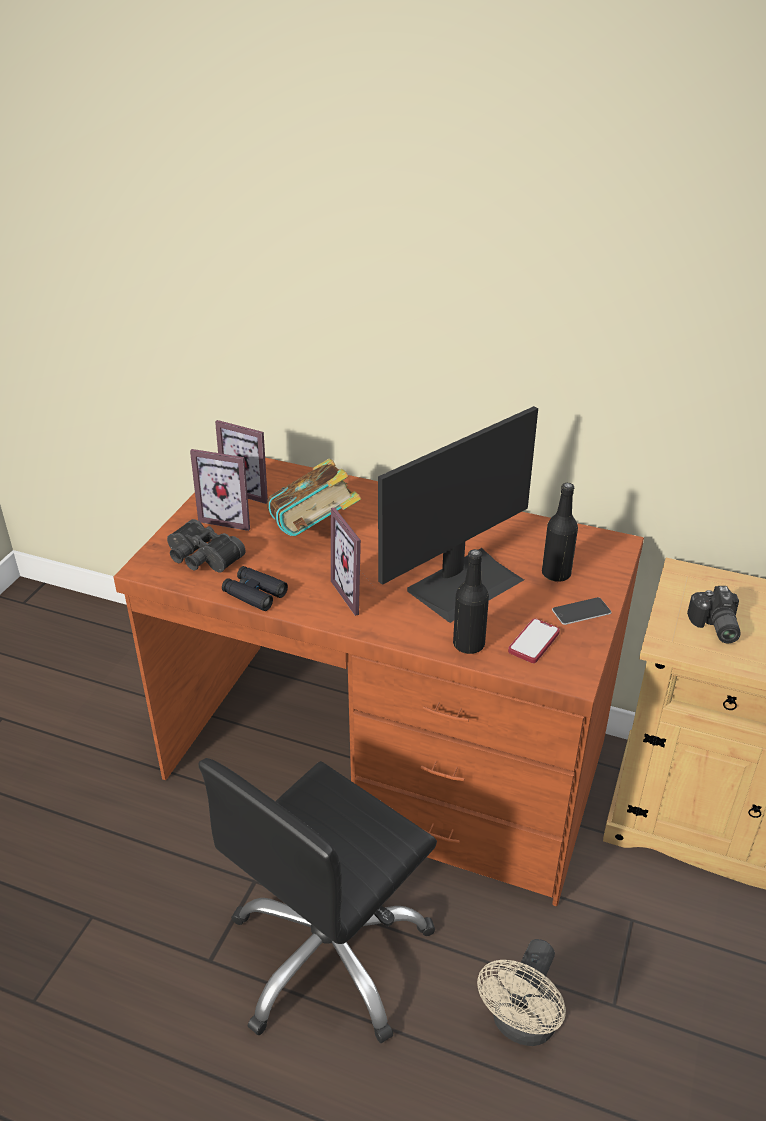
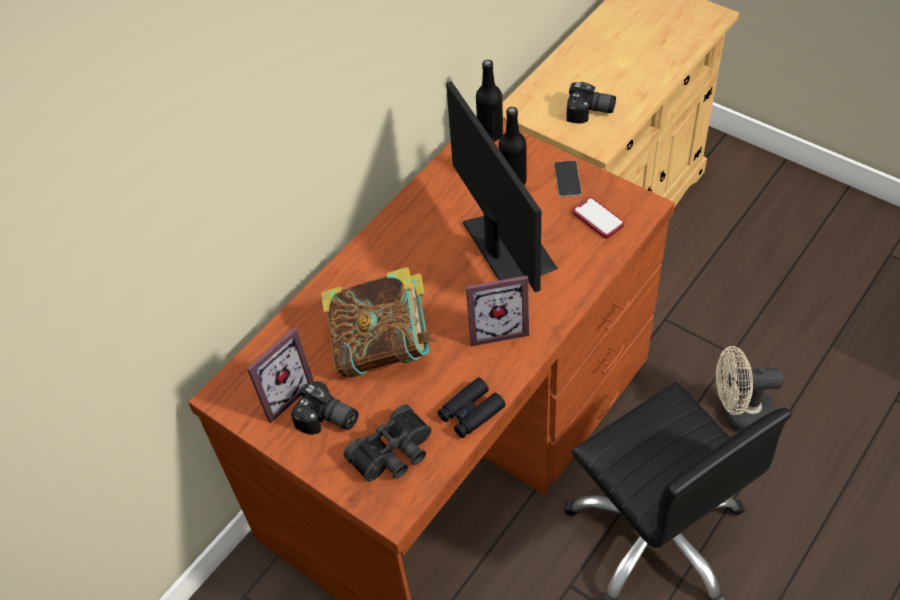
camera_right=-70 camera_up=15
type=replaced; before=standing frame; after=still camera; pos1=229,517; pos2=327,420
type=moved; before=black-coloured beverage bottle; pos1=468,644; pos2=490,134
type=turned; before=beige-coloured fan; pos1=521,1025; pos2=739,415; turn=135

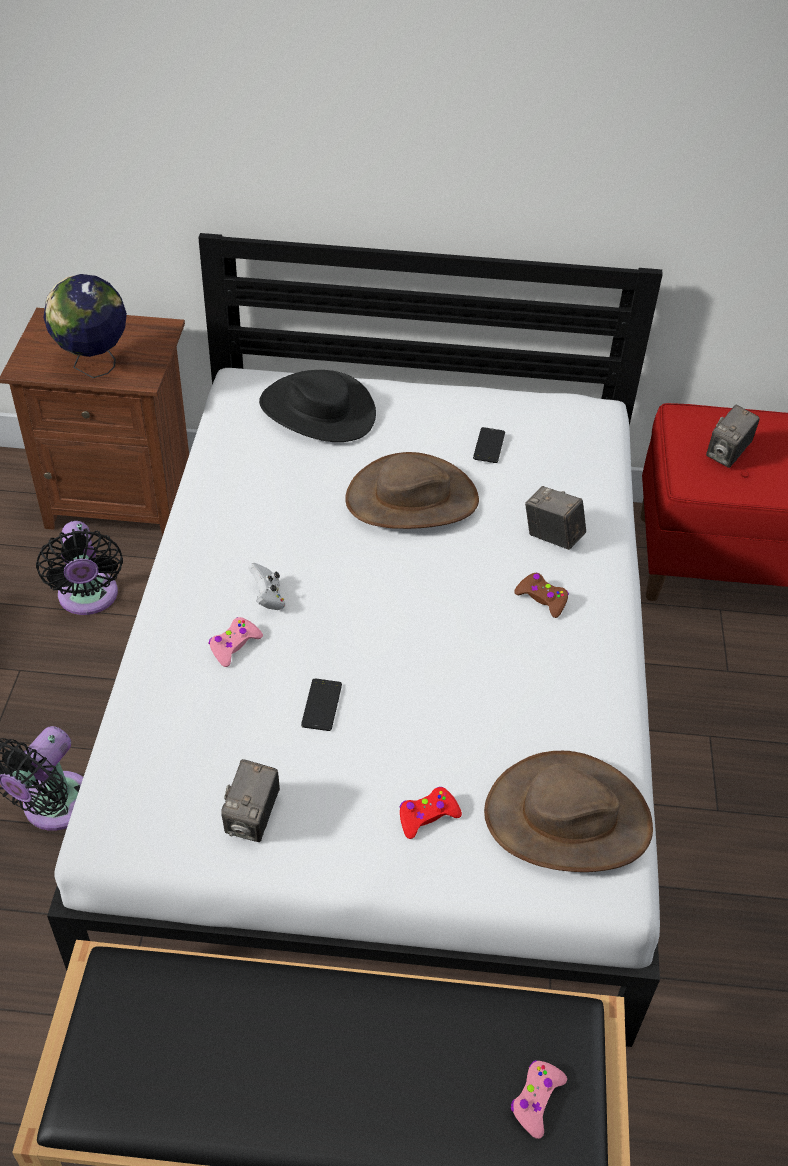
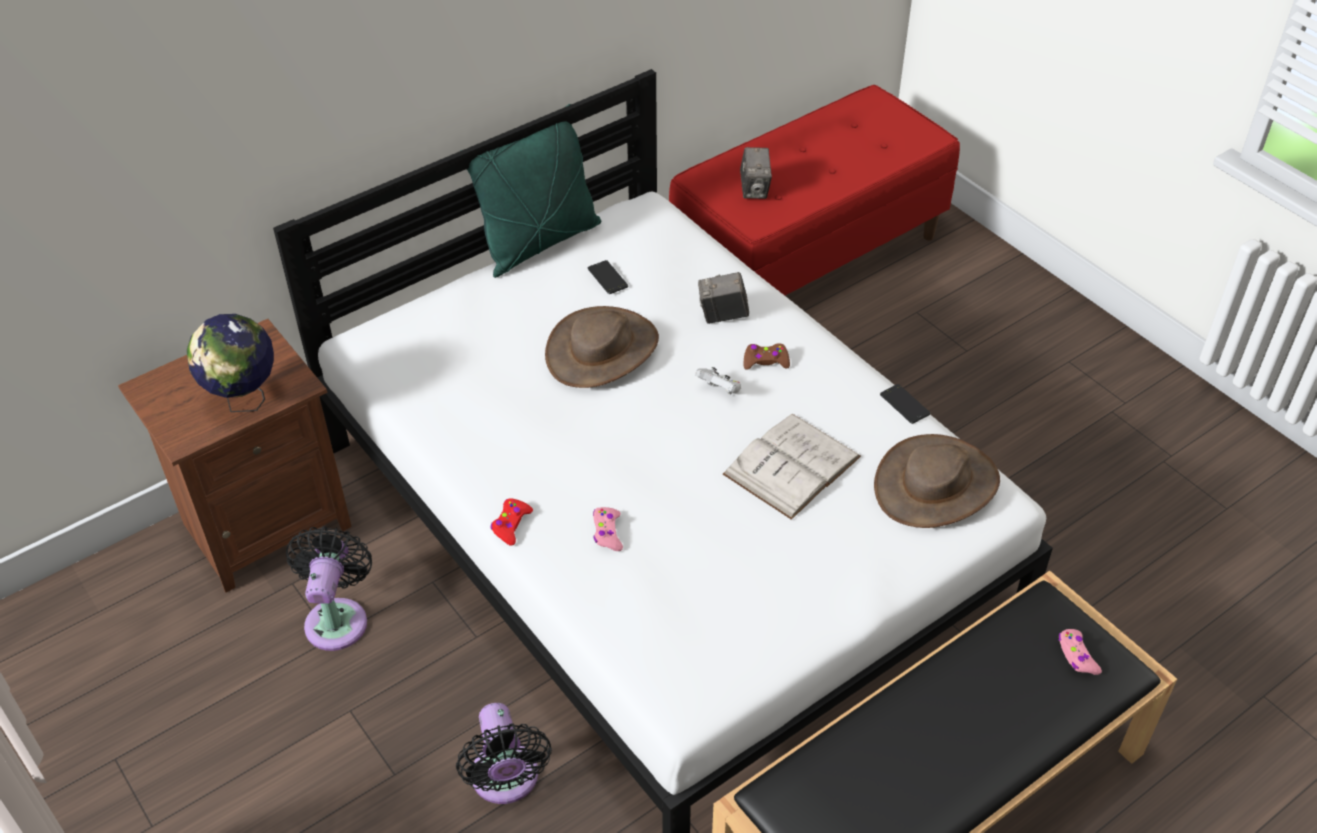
camera_right=-40 camera_up=0
type=removed; before=black-coloured clothing hat; pos1=317,410
type=turned; before=black-coloured fan; pos1=88,598; pos2=337,618; turn=-120
type=moved; before=white gamepad; pos1=268,598; pos2=719,390
type=moved; before=handset; pos1=321,705; pos2=904,404
type=removed; before=still camera; pos1=253,819
type=moved; before=reddish gamepad; pos1=427,816; pos2=511,525
type=added; after=greenish cushion; pos2=539,243
type=added; after=white bound book; pos2=792,465

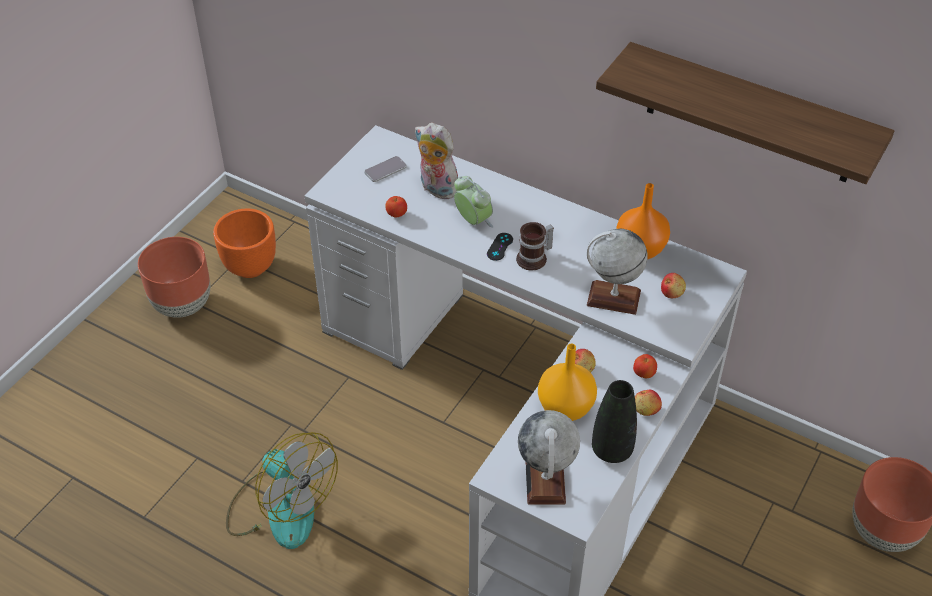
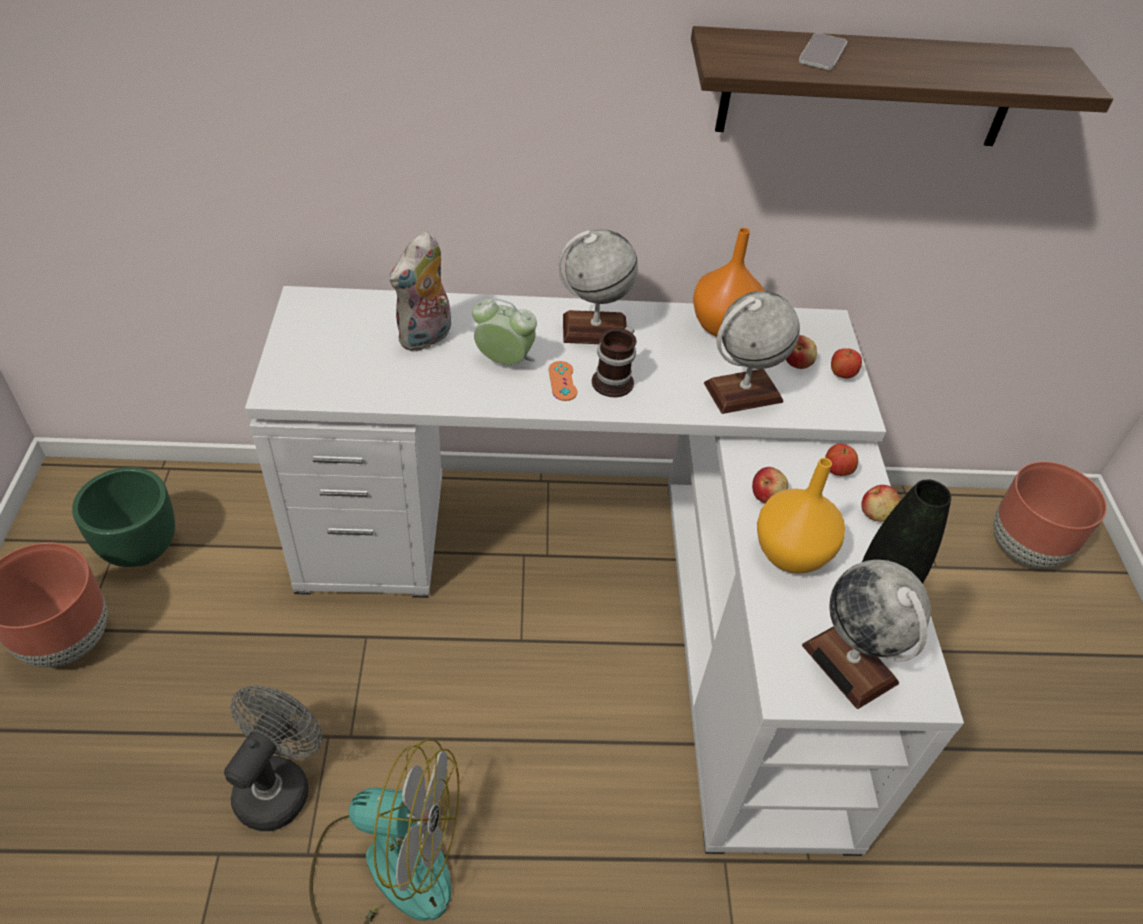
camera_right=-35 camera_up=0
type=turned; before=soft toy; pos1=436,189; pos2=426,338; turn=-60
type=moved; before=handset; pos1=385,169; pos2=822,53
type=moved; before=whole apple; pos1=396,214; pos2=841,374
type=recoloured; before=orange-coloured plant pot; after=greenish plant pot; pos1=250,267; pos2=141,548
type=recoloured; before=black-coloured gamepad; after=orange-coloured gamepad; pos1=500,247; pos2=562,381
type=added; after=desk globe; pos2=594,330
type=added; after=greyish fan; pos2=278,784

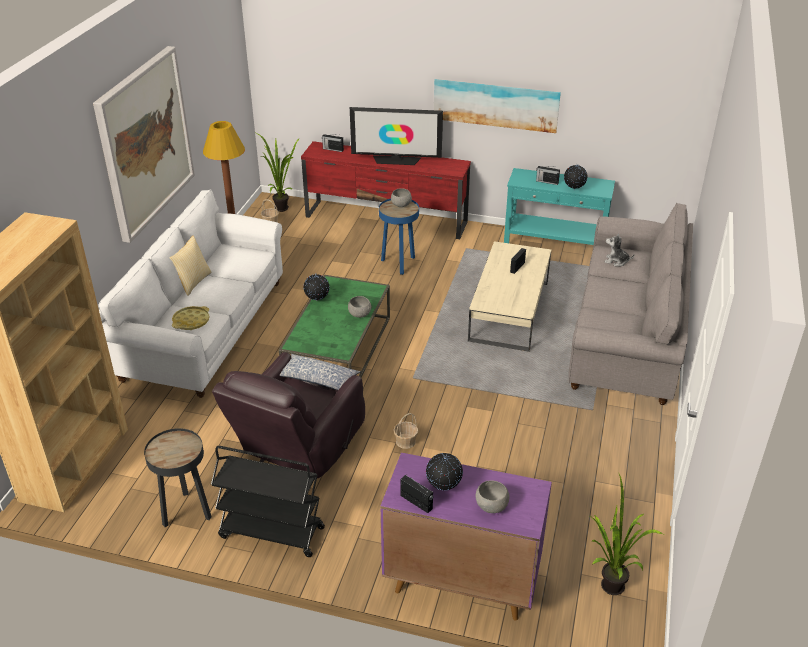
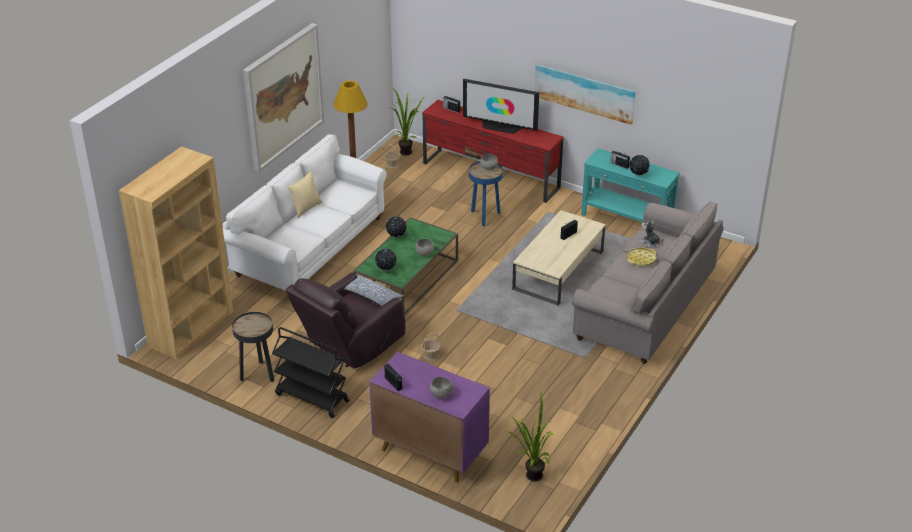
camera_right=15 camera_up=0
type=moved; before=yellow serving tray; pos1=191,321; pos2=641,259
type=moved; before=desk globe; pos1=443,488; pos2=386,270

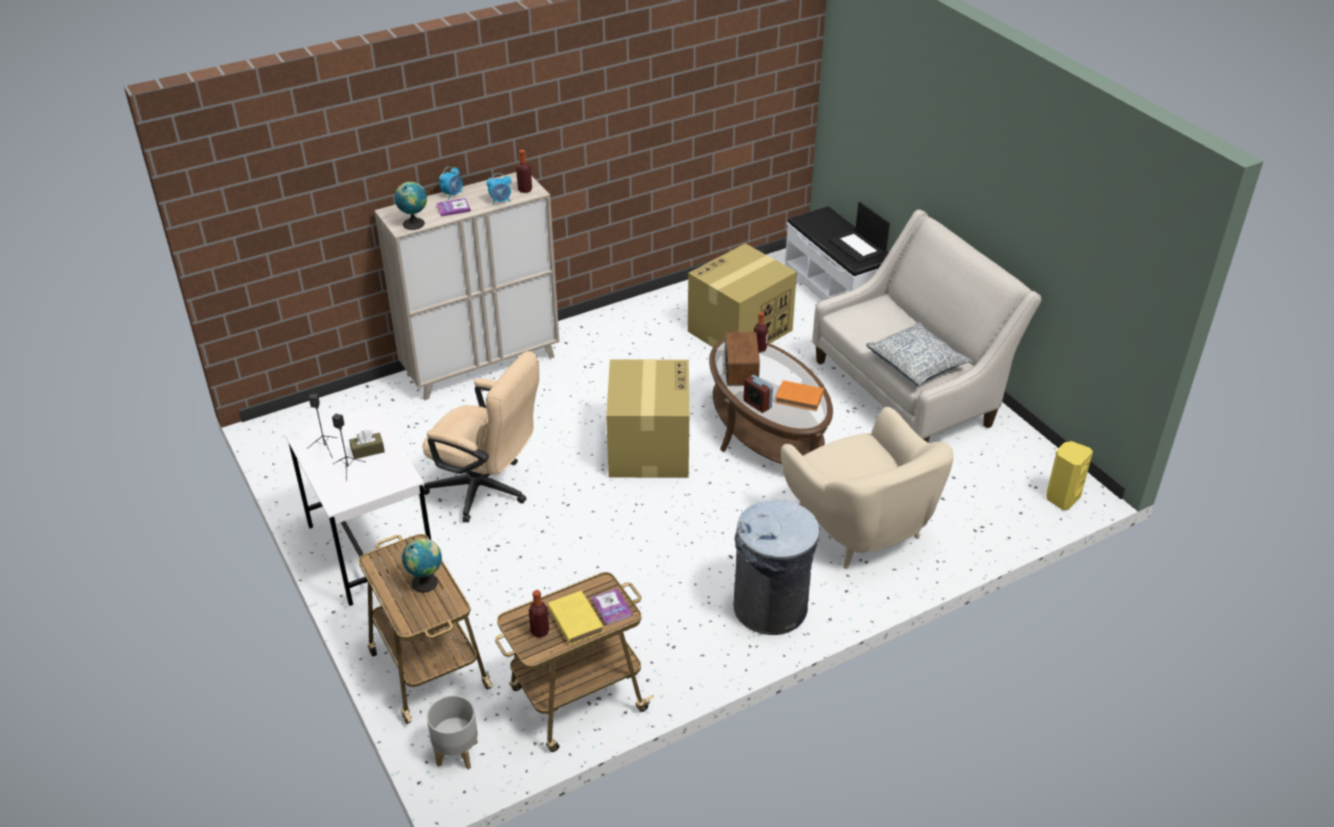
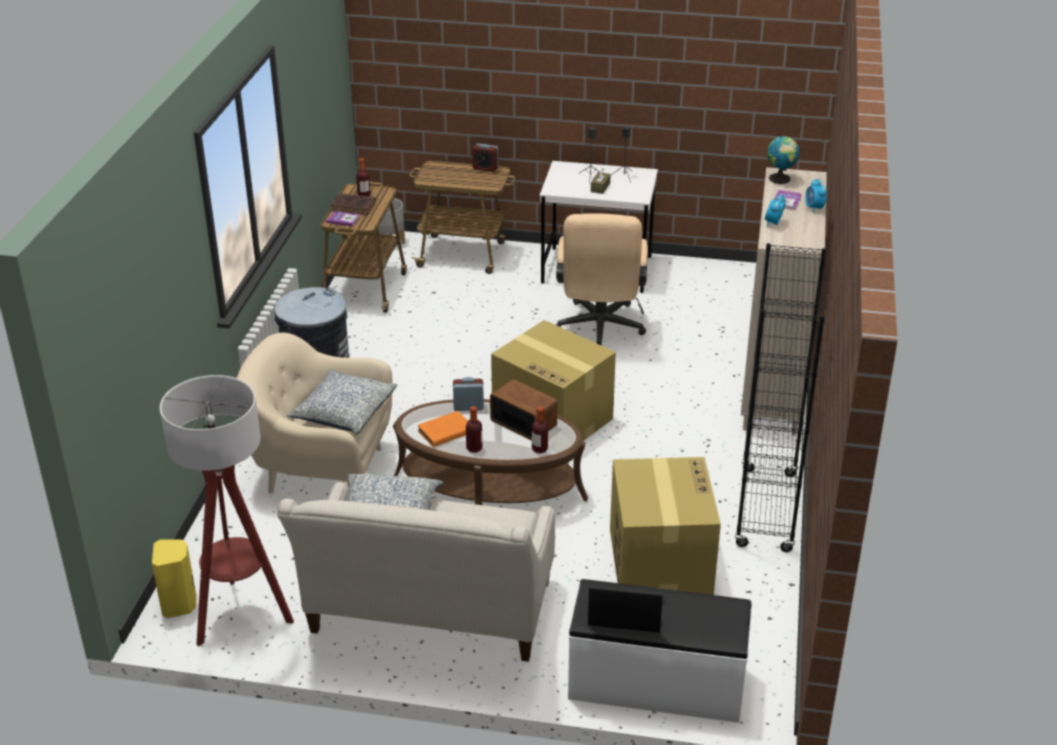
camera_right=130 camera_up=-5
type=moved; before=beverage bottle; pos1=525,190; pos2=474,448
type=turned; before=beige-coloured desk chair; pos1=486,490; pos2=599,330; turn=-60
type=removed; before=desk globe; pos1=426,582
type=recoloured; before=yellow bound book; after=brownish bound book; pos1=575,619; pos2=354,206
type=added; after=bedside clock; pos2=485,168
type=added; after=black-coloured bookcase; pos2=766,510
type=added; after=cushion; pos2=344,412
type=added; after=standing lamp; pos2=241,615

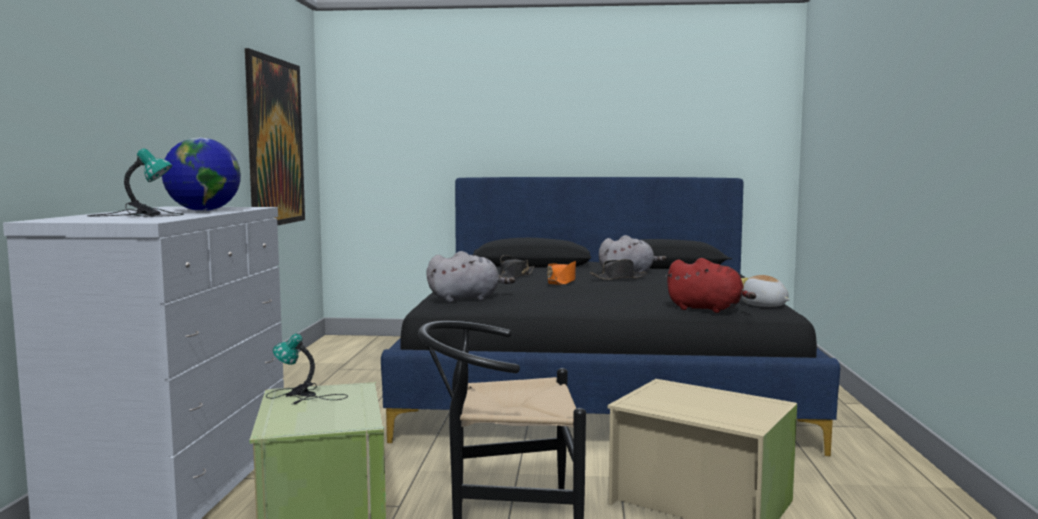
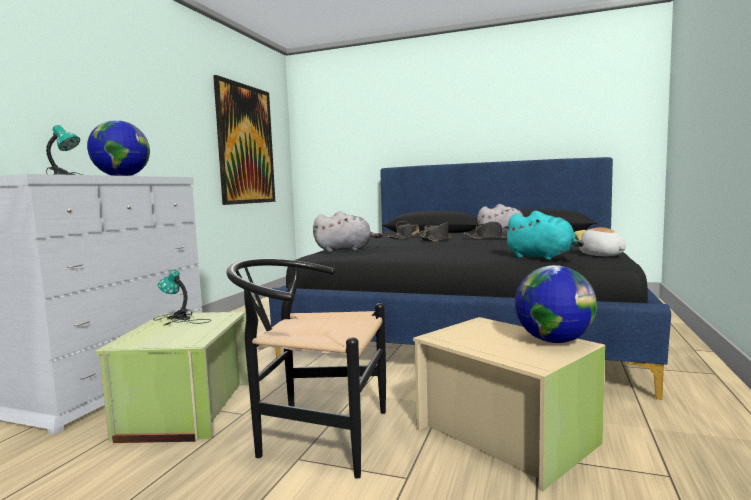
camera_right=15 camera_up=0
type=recoloured; before=reddish soft toy; after=turquoise soft toy; pos1=707,309; pos2=542,257
type=recoloured; before=orange-coloured clothing hat; after=black-coloured clothing hat; pos1=561,282; pos2=436,240
type=added; after=desk globe; pos2=554,341

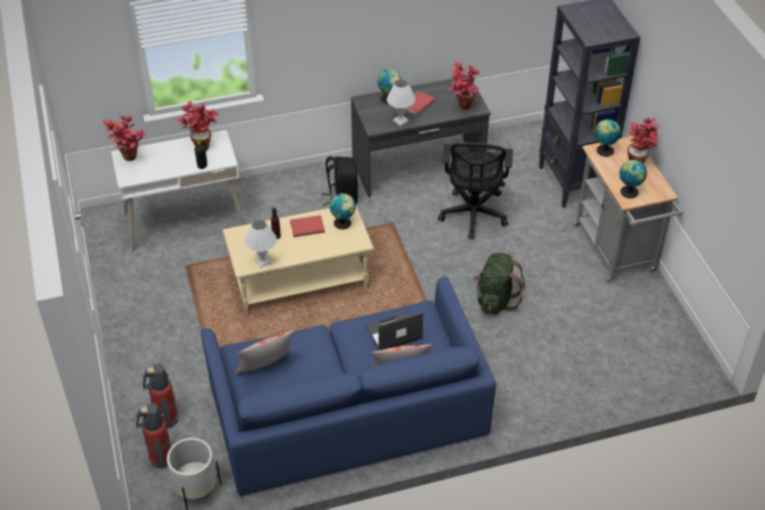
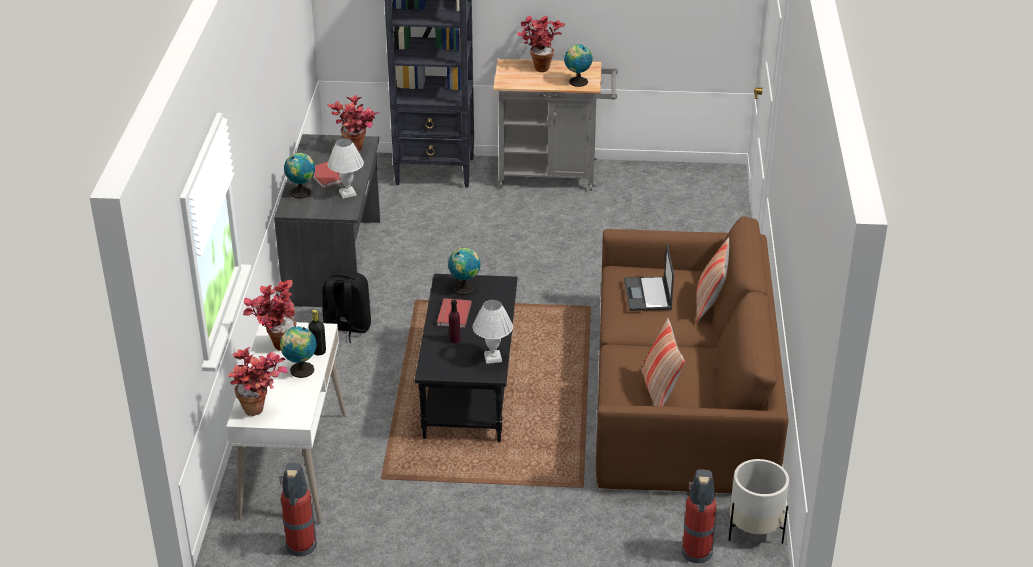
camera_right=-70 camera_up=-10
type=moved; before=desk globe; pos1=603,150; pos2=300,371
type=removed; before=black-coloured desk chair; pos1=473,216
type=recoloured; before=beige-coloured low table; after=black-coloured low table; pos1=300,282; pos2=470,389
type=removed; before=greenish rucksack; pos1=495,300
type=recoloured; before=blue settee; after=brownish settee; pos1=346,409; pos2=683,395
type=moved; before=extinguisher; pos1=165,419; pos2=300,547

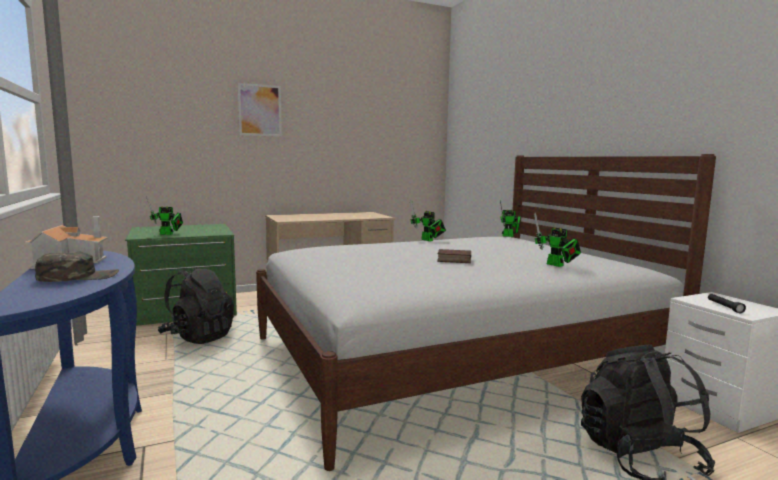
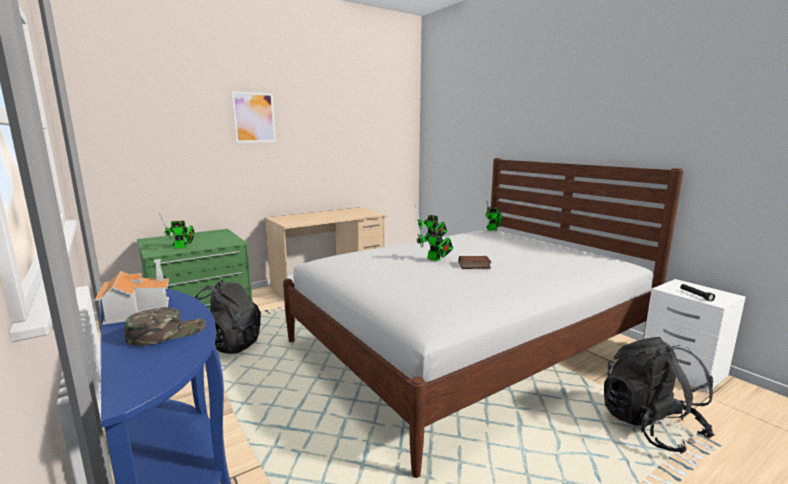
camera_right=-10 camera_up=5
type=moved; before=model robot; pos1=557,265; pos2=435,259

